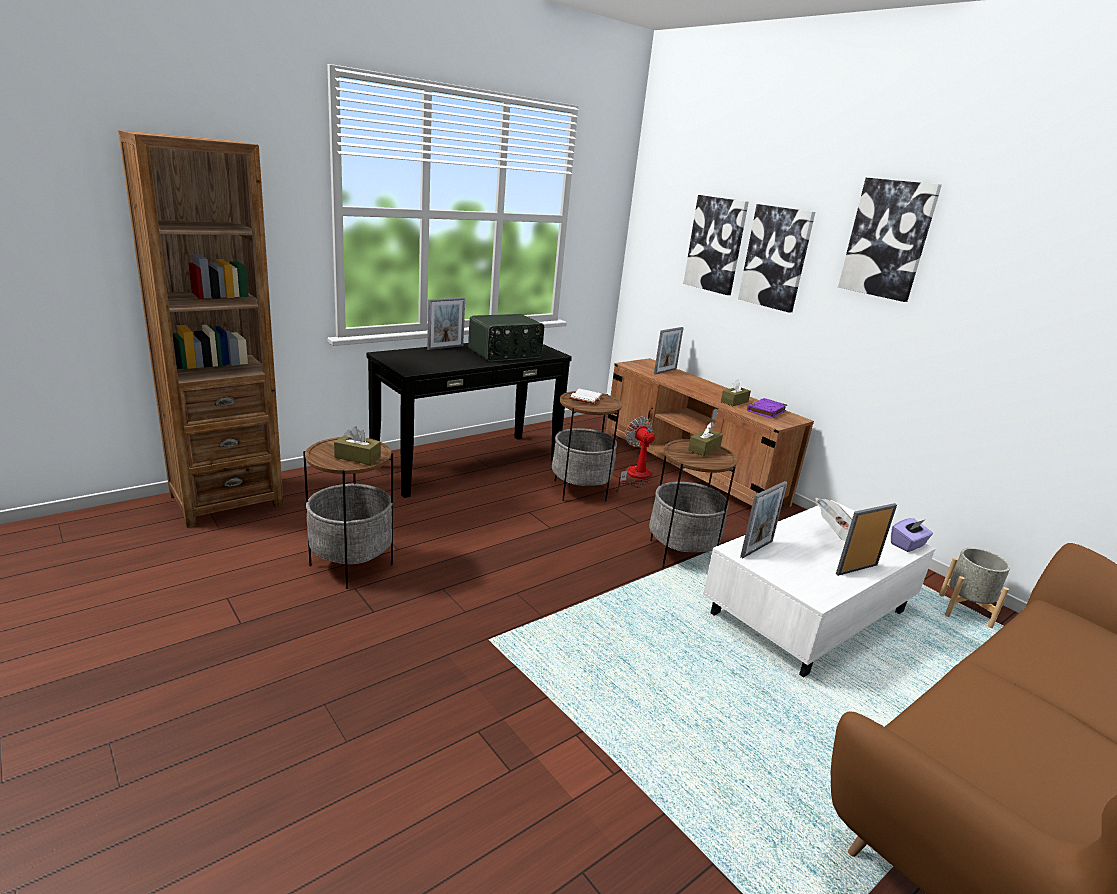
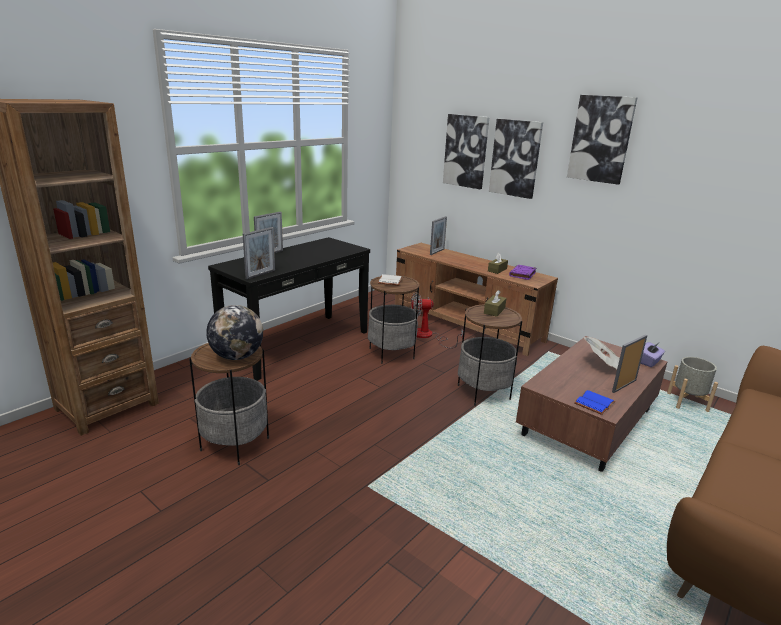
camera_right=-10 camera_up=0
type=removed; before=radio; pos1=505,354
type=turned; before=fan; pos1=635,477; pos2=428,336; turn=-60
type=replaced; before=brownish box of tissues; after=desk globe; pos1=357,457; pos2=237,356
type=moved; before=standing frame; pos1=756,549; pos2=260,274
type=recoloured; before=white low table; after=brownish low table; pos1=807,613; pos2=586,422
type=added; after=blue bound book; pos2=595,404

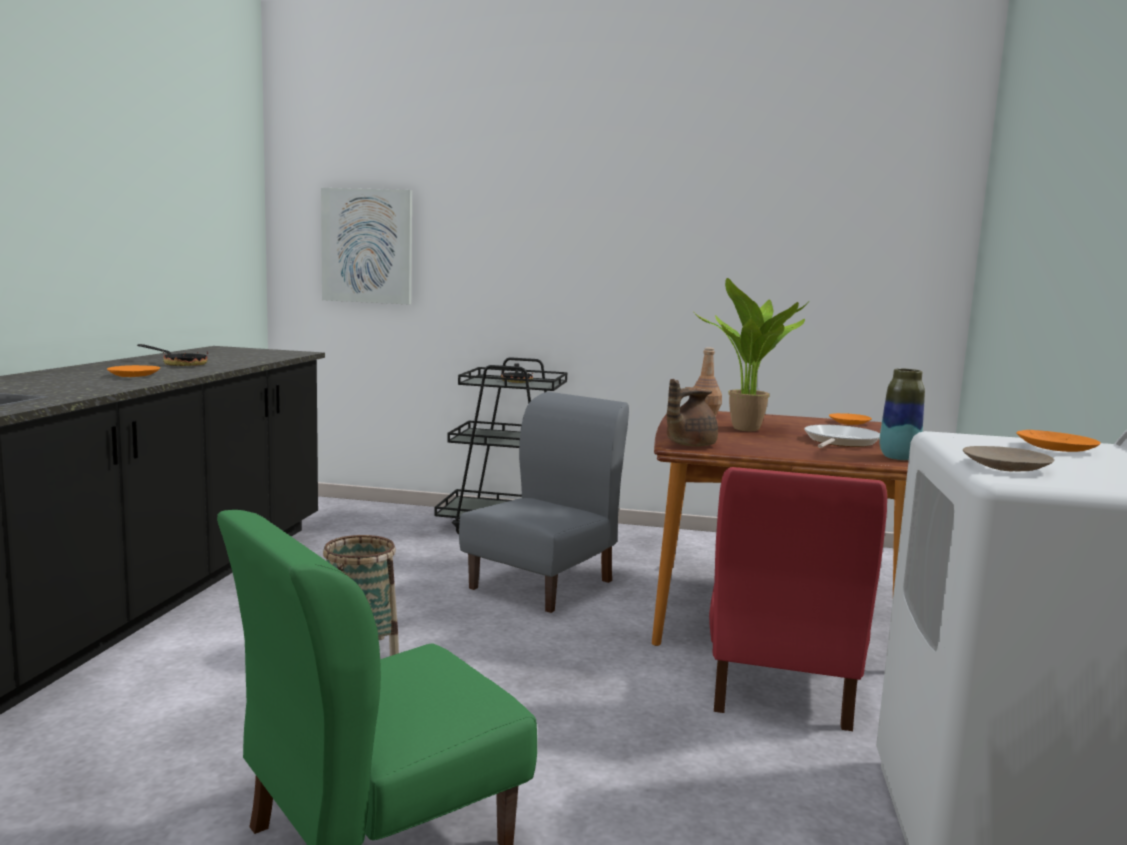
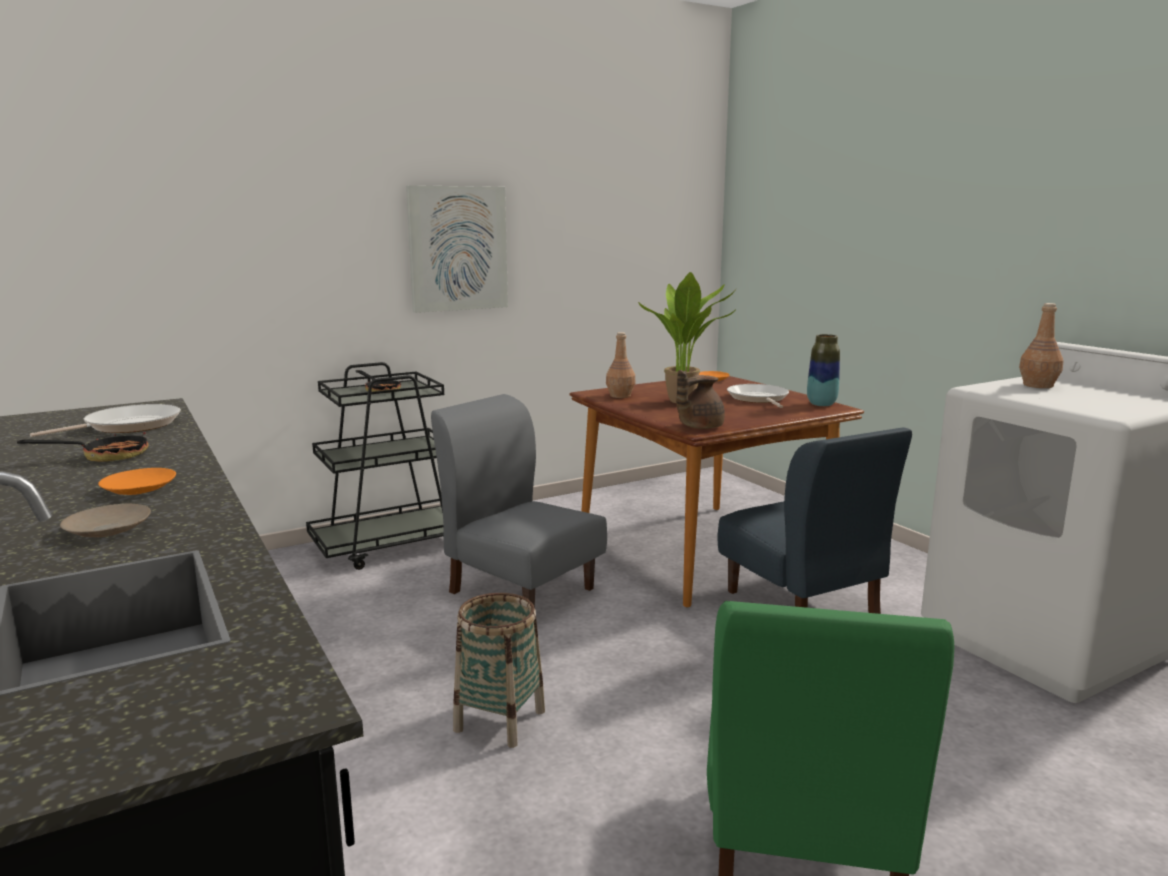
camera_right=-40 camera_up=5
type=moved; before=wall picture; pos1=367,246; pos2=457,248
type=turned; before=brownish teapot; pos1=688,445; pos2=698,427; turn=45
type=turned; before=greyish upright chair; pos1=543,584; pos2=521,589; turn=-45
type=replaced; before=orange-coloured plate; after=brownish beverage bottle; pos1=1055,448; pos2=1037,385
type=moved; before=beige-coloured plate; pos1=1006,467; pos2=108,529
type=recoloured; before=reddish upright chair; after=blue upright chair; pos1=780,687; pos2=802,603
type=added; after=pan; pos2=127,426

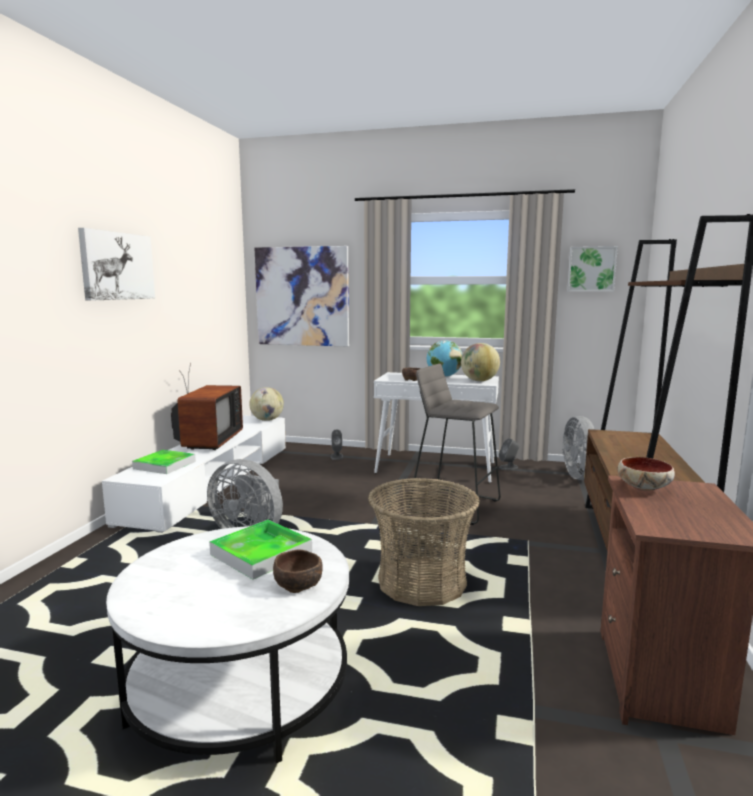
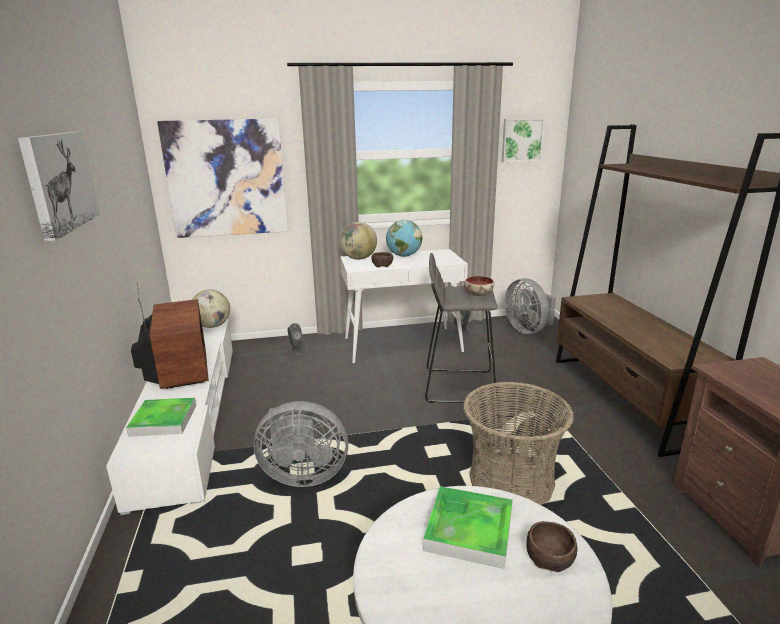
camera_right=-25 camera_up=10
type=moved; before=desk globe; pos1=479,381; pos2=358,258
type=moved; before=deep dish; pos1=643,487; pos2=478,293

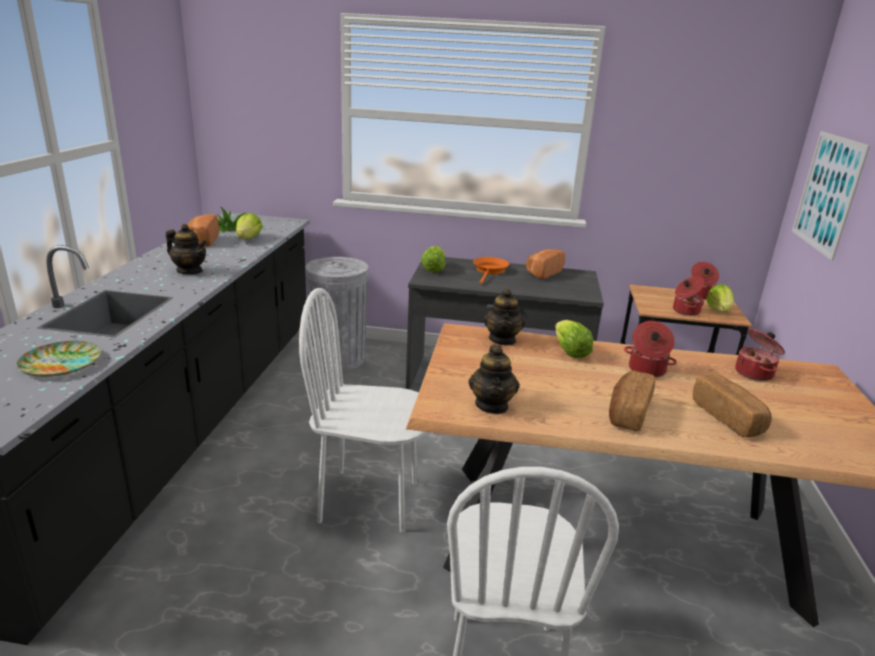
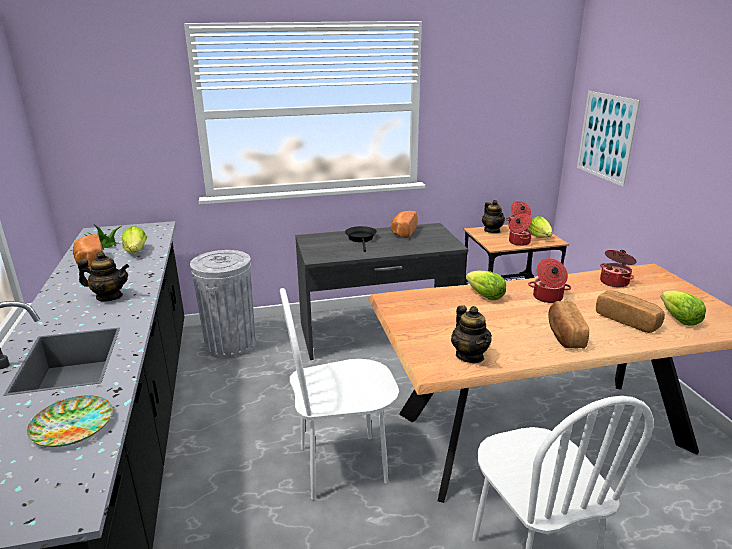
camera_right=-20 camera_up=0
type=moved; before=head of lettuce; pos1=433,269; pos2=679,320
type=recoloured; before=orange-coloured pan; after=black-coloured pan; pos1=490,271; pos2=361,239
type=moved; before=teapot; pos1=502,339; pos2=492,231

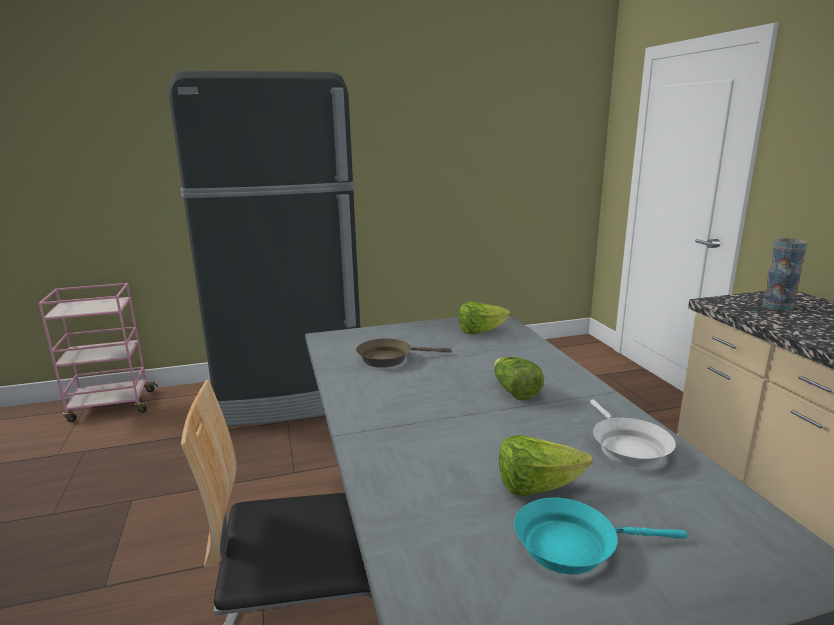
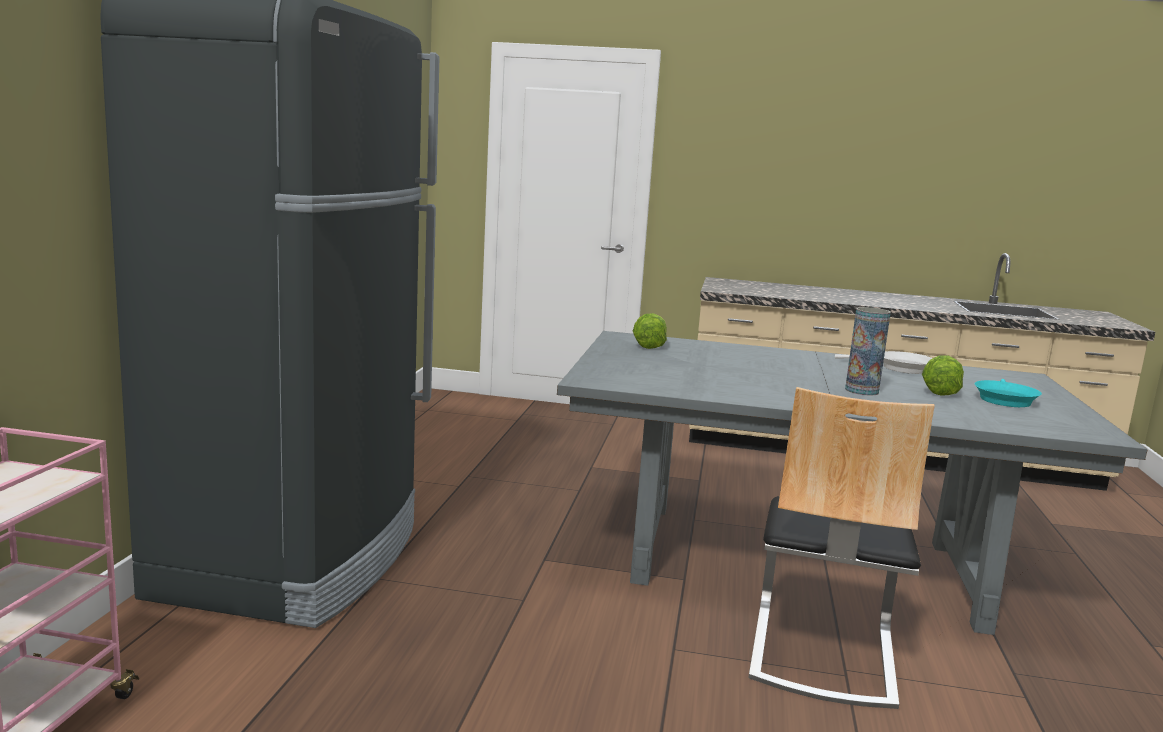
camera_right=-65 camera_up=-5
type=moved; before=decorative vase; pos1=777,306; pos2=861,391
type=removed; before=brownish pan; pos1=389,358
type=removed; before=head of lettuce; pos1=514,391

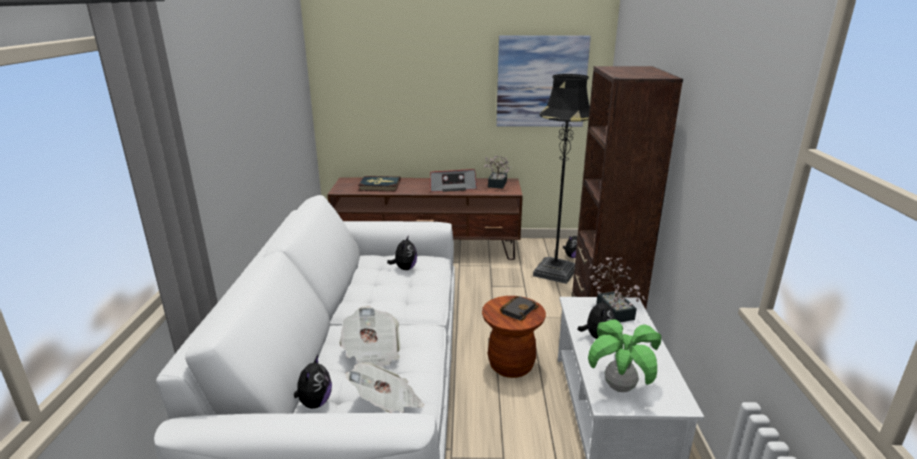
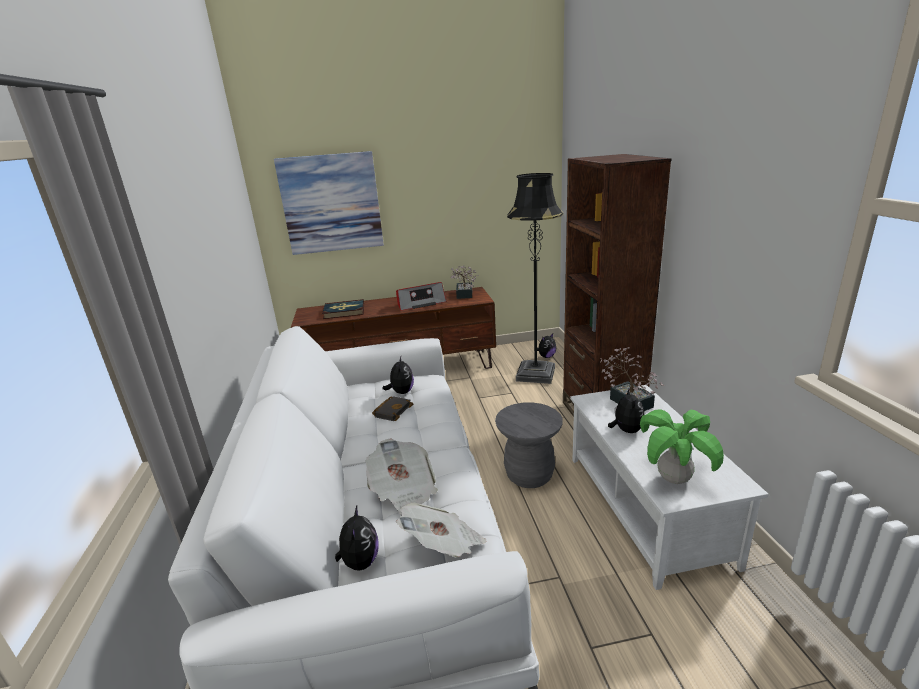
camera_right=-10 camera_up=0
type=moved; before=wall picture; pos1=541,82; pos2=331,203
type=recoloured; before=brownish sitting stool; after=greyish sitting stool; pos1=511,365; pos2=529,475
type=moved; before=black-coloured bound book; pos1=518,310; pos2=392,410

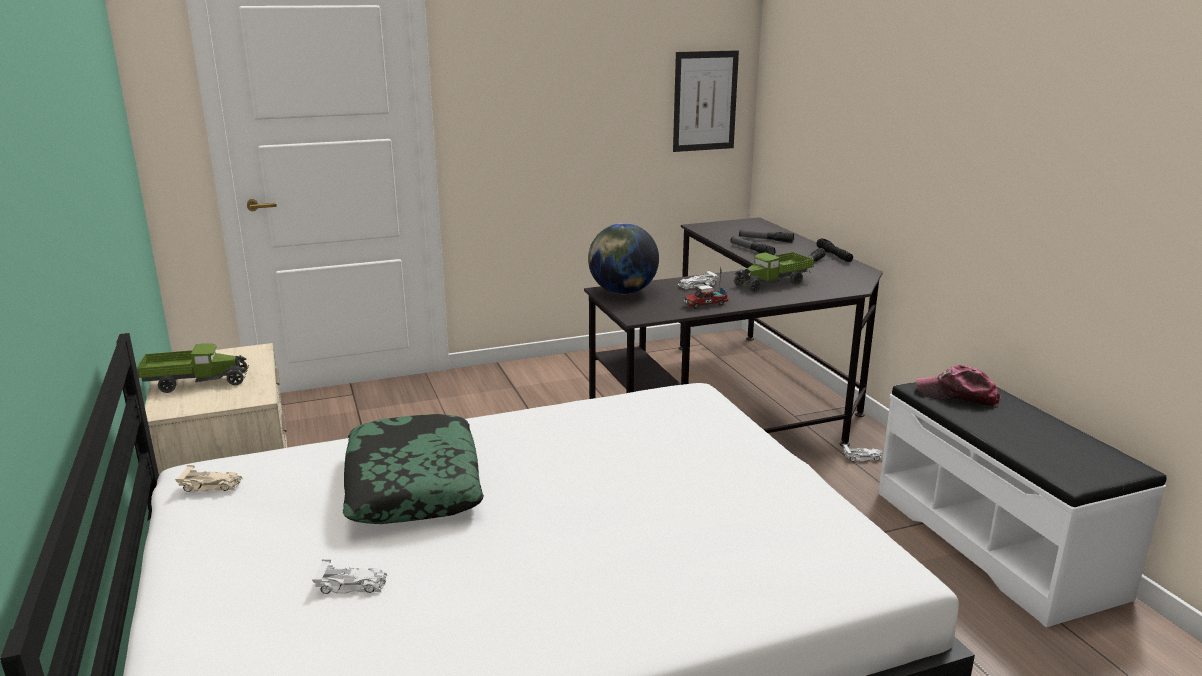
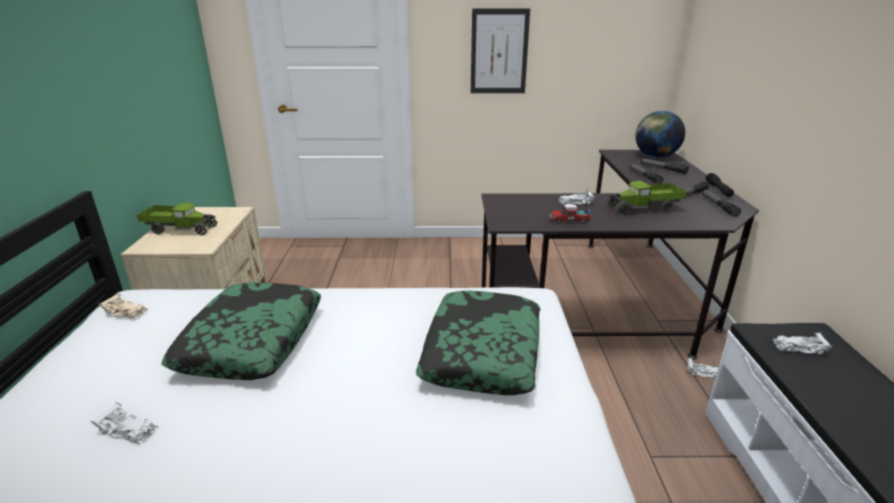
camera_right=20 camera_up=5
type=moved; before=wall picture; pos1=705,101; pos2=499,52
type=moved; before=desk globe; pos1=622,292; pos2=655,157
type=replaced; before=baseball cap; after=white toy car; pos1=957,395; pos2=798,347
type=added; after=torch; pos2=718,206
type=added; after=cushion; pos2=482,352

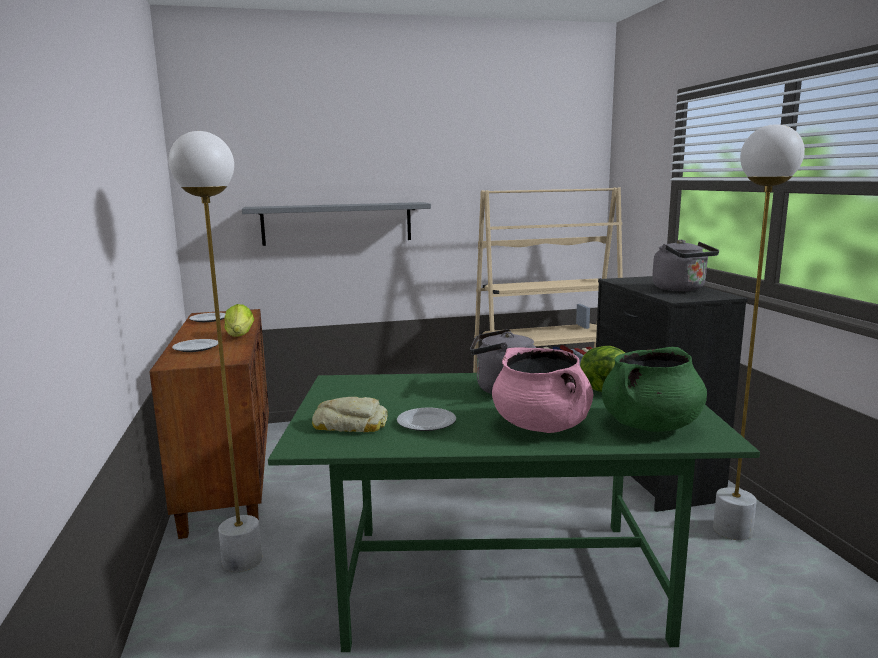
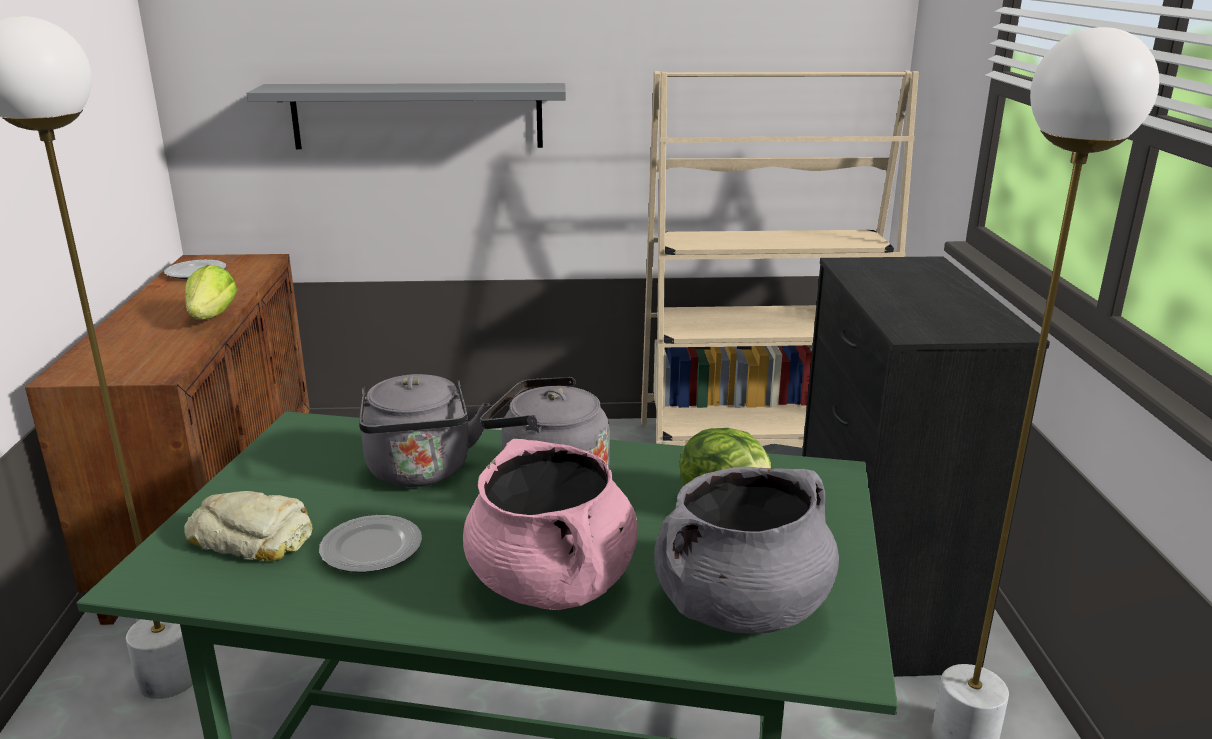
camera_right=10 camera_up=10
type=moved; before=greyish kettle; pos1=681,289; pos2=420,473
type=removed; before=plate; pos1=196,348
type=recoloured; before=greenish cooking pot; after=greyish cooking pot; pos1=650,425; pos2=740,607

